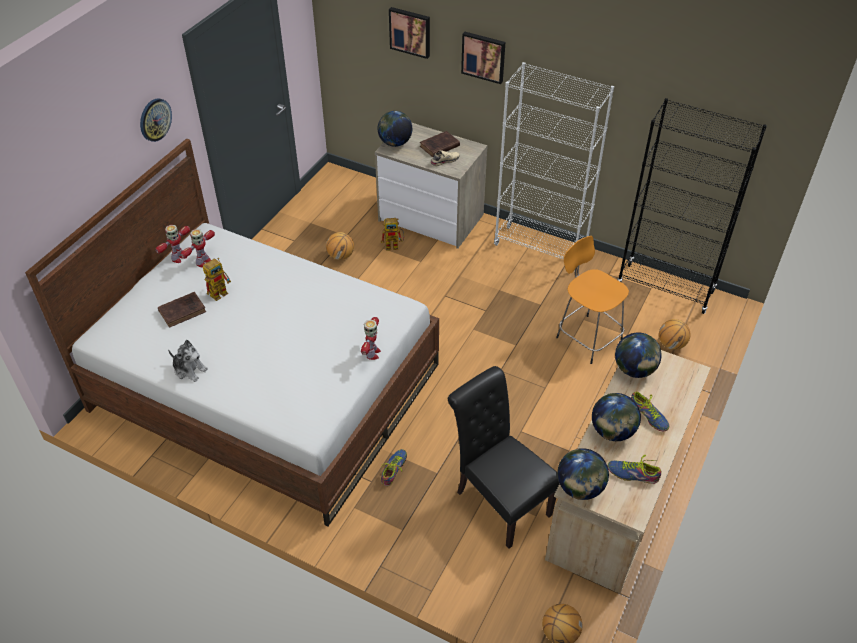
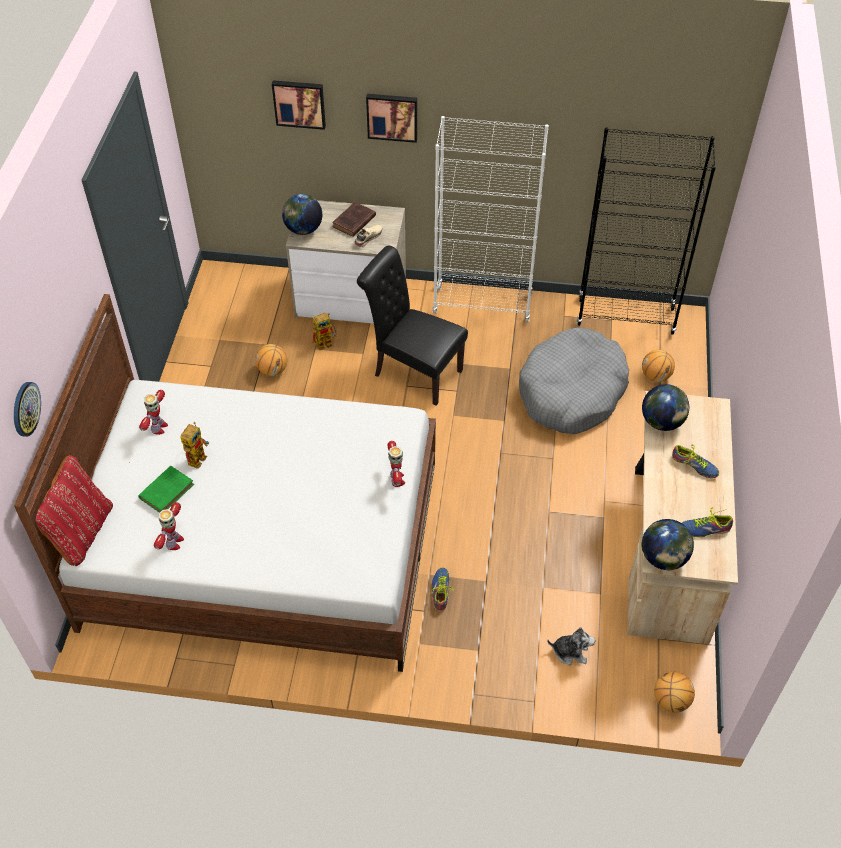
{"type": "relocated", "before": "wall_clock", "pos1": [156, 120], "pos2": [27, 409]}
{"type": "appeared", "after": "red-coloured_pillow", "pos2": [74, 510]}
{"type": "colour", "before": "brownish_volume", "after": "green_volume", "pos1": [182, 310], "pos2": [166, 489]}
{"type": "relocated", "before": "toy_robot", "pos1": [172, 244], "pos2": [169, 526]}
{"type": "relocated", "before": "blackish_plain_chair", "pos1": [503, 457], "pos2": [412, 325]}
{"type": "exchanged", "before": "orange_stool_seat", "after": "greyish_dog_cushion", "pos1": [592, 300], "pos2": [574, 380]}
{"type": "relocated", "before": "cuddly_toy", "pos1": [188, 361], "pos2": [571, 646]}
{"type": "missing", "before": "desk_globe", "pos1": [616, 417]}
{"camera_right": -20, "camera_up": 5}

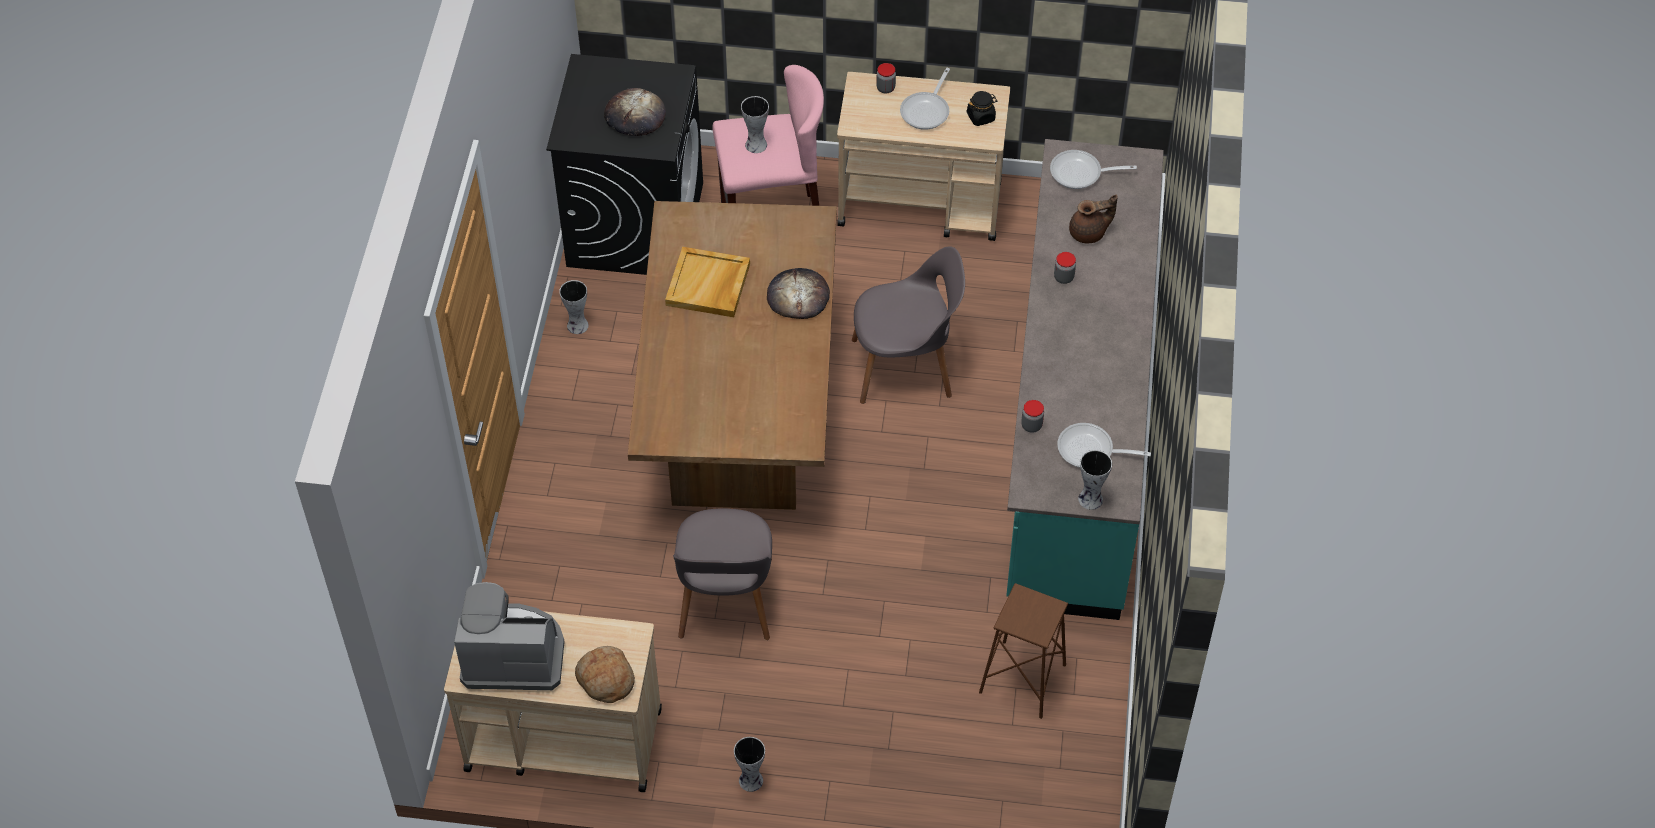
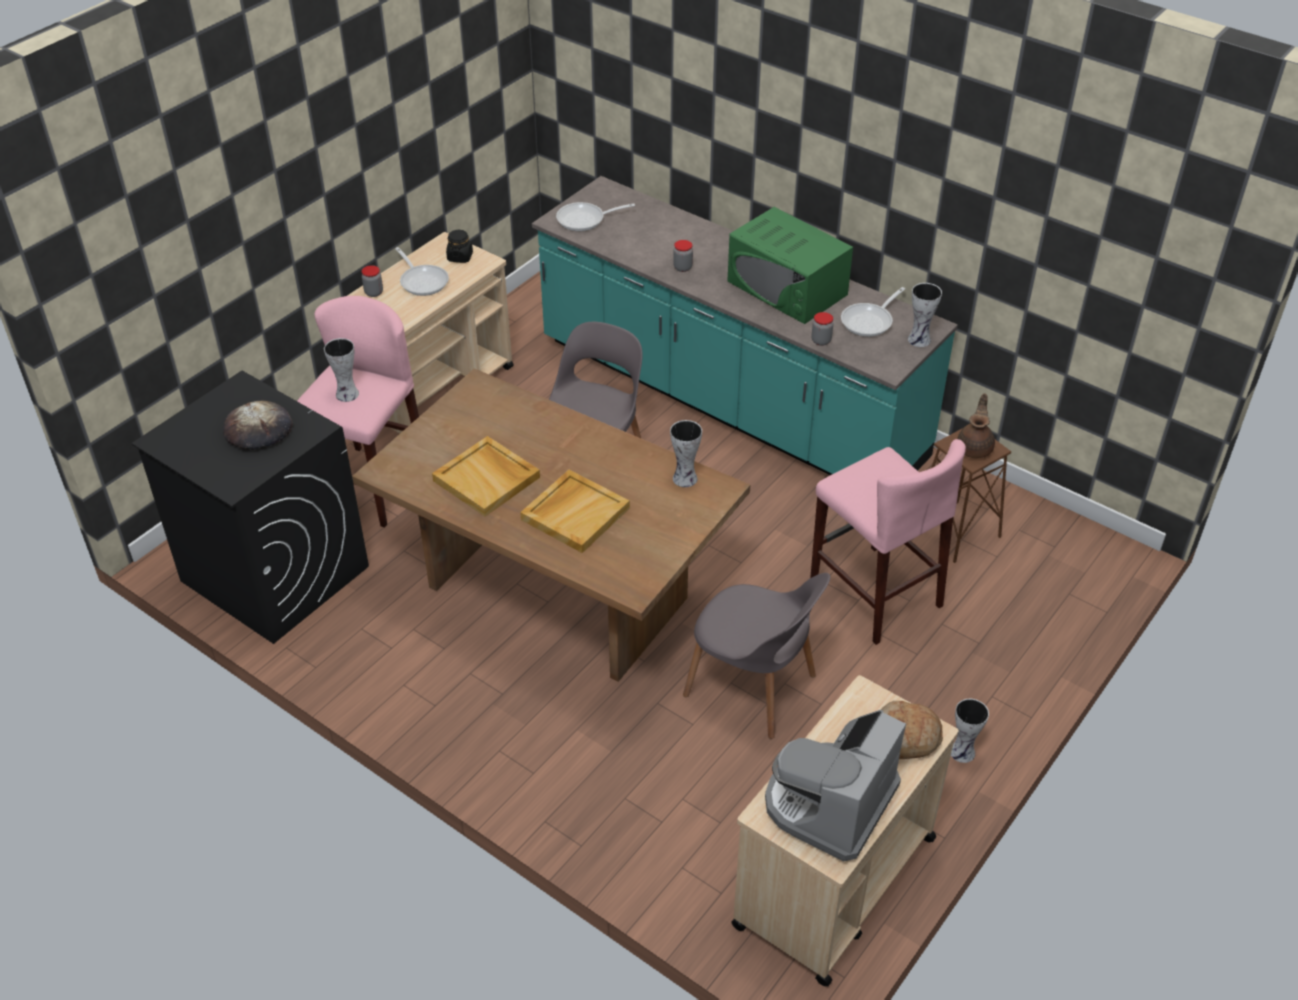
{"type": "appeared", "after": "beige_carrying_tray", "pos2": [575, 511]}
{"type": "spun", "before": "skillet", "pos1": [1093, 169], "pos2": [595, 216], "turn": 45}
{"type": "relocated", "before": "flower_vase", "pos1": [574, 307], "pos2": [686, 453]}
{"type": "appeared", "after": "green_kitchen_microwave", "pos2": [790, 265]}
{"type": "appeared", "after": "pink-coloured_stool_seat", "pos2": [888, 542]}
{"type": "relocated", "before": "brownish_pot_for_tea", "pos1": [1093, 219], "pos2": [976, 425]}
{"type": "missing", "before": "bakery_bread", "pos1": [798, 293]}
{"camera_right": -60, "camera_up": -10}

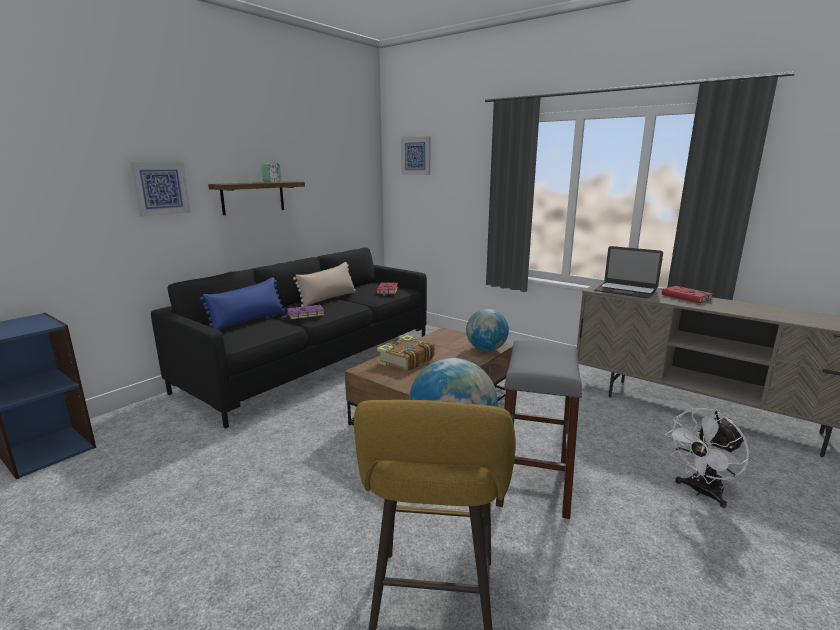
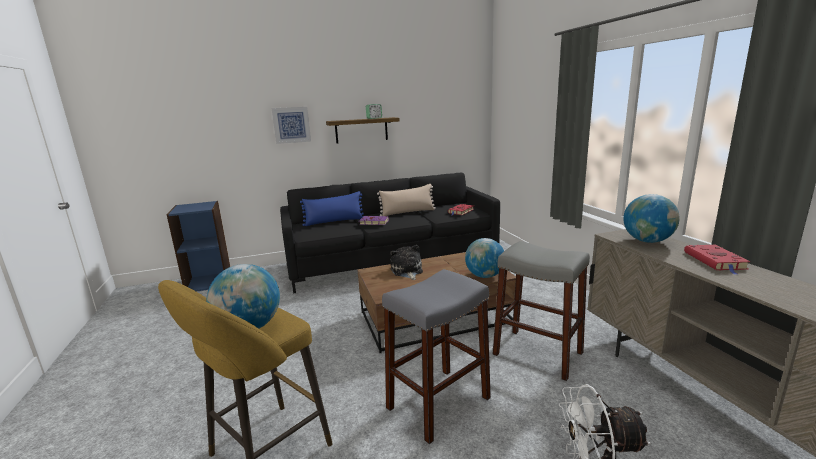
{"type": "exchanged", "before": "volume", "after": "cuddly_toy", "pos1": [406, 353], "pos2": [406, 262]}
{"type": "appeared", "after": "greyish_stool_seat", "pos2": [541, 311]}
{"type": "exchanged", "before": "notebook_computer", "after": "desk_globe", "pos1": [628, 272], "pos2": [651, 218]}
{"type": "missing", "before": "wall_art", "pos1": [416, 156]}
{"camera_right": 35, "camera_up": 0}

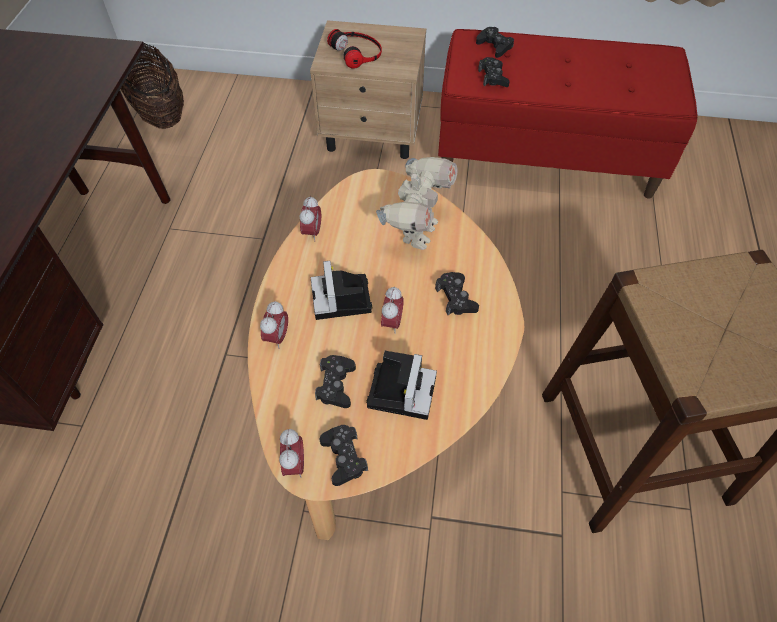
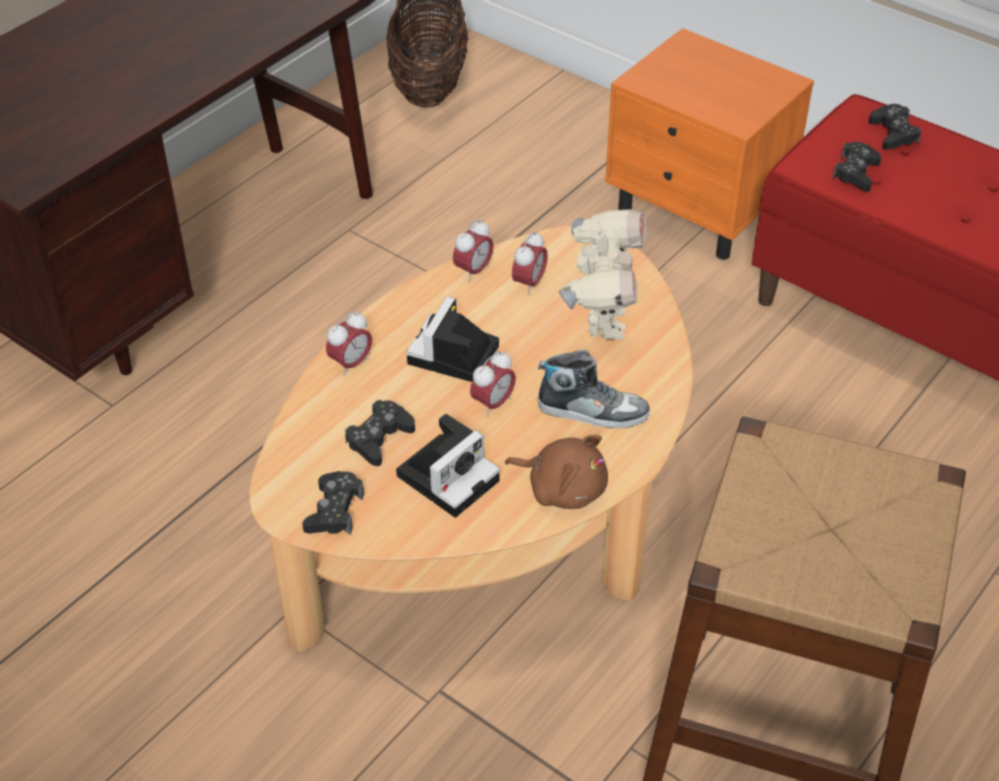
{"type": "appeared", "after": "brownish_cuddly_toy", "pos2": [556, 472]}
{"type": "relocated", "before": "bedside_clock", "pos1": [291, 453], "pos2": [530, 263]}
{"type": "exchanged", "before": "blackish_gamepad", "after": "item_of_footwear", "pos1": [457, 293], "pos2": [594, 389]}
{"type": "spun", "before": "toy_robot", "pos1": [417, 203], "pos2": [602, 274], "turn": -45}
{"type": "colour", "before": "beige_bedside_table", "after": "orange_bedside_table", "pos1": [368, 89], "pos2": [709, 144]}
{"type": "missing", "before": "headset", "pos1": [354, 49]}
{"camera_right": 30, "camera_up": -10}

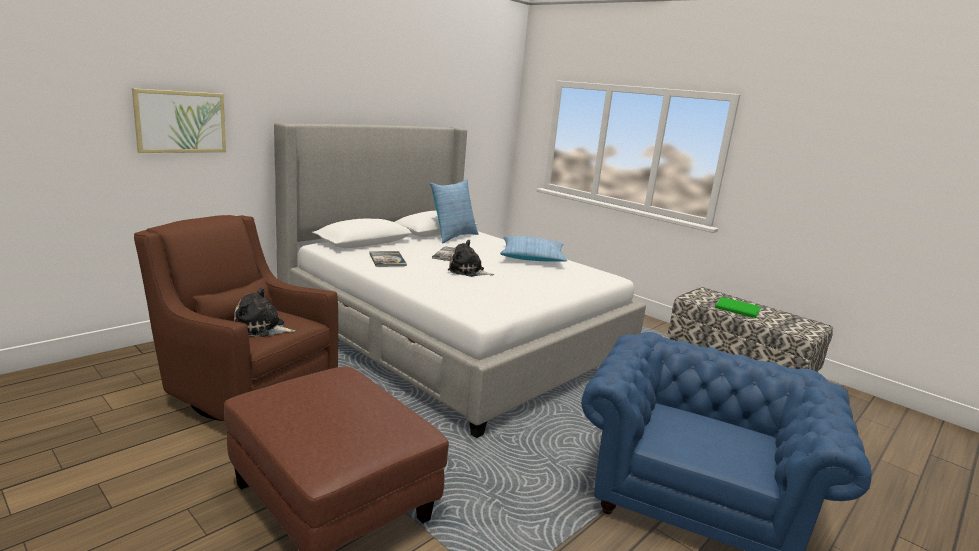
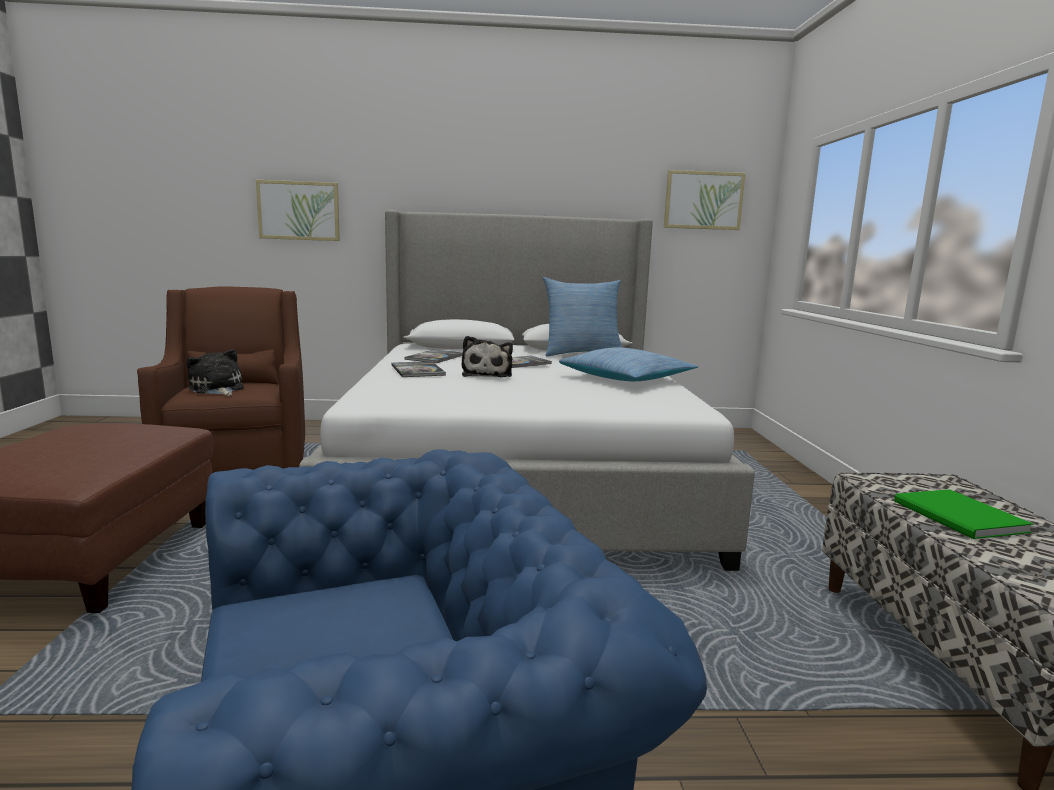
{"type": "appeared", "after": "volume", "pos2": [418, 369]}
{"type": "spun", "before": "cuddly_toy", "pos1": [471, 258], "pos2": [487, 356], "turn": -150}
{"type": "appeared", "after": "wall_art", "pos2": [704, 200]}
{"camera_right": 45, "camera_up": -5}

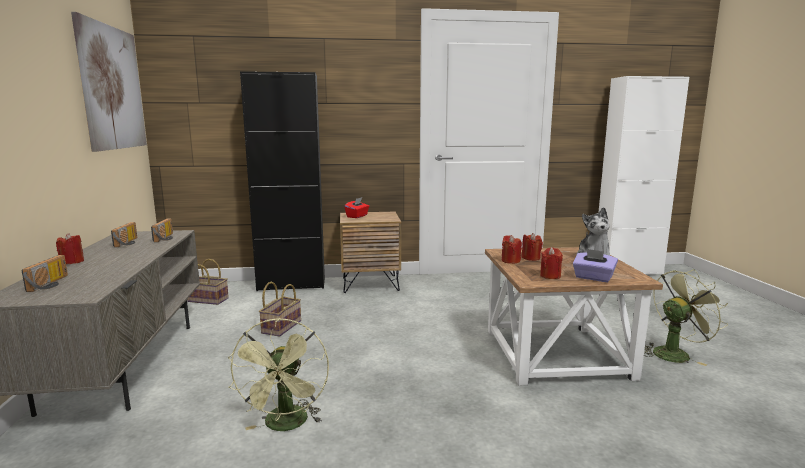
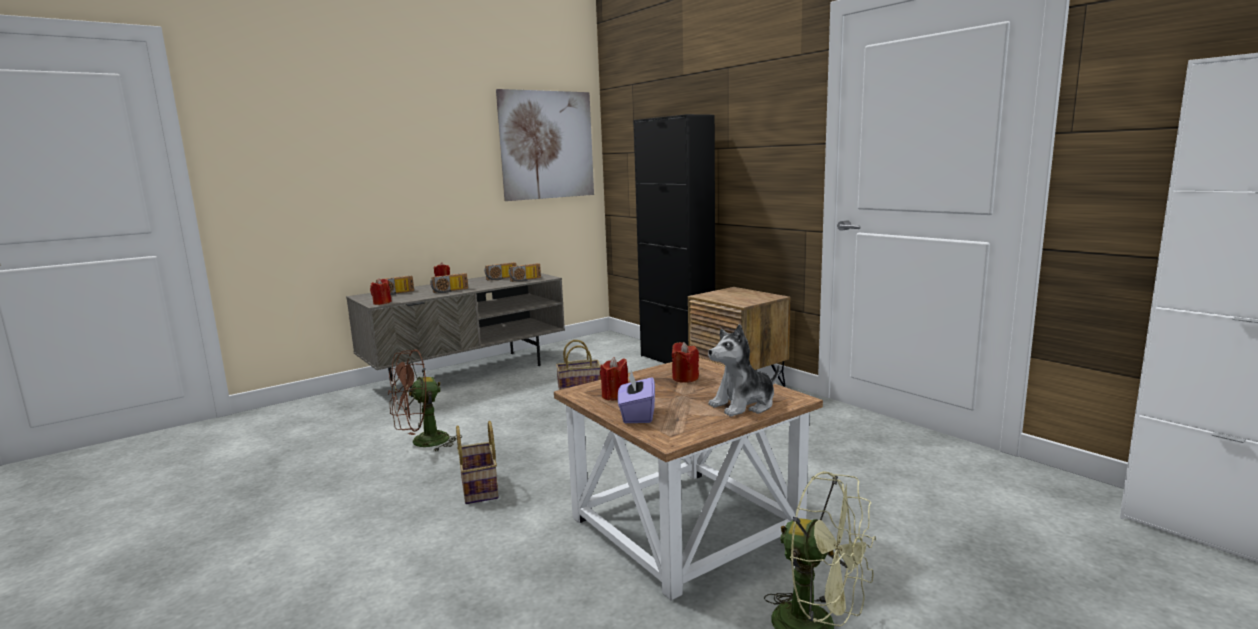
{"type": "relocated", "before": "red-coloured_wax_candle", "pos1": [512, 249], "pos2": [380, 291]}
{"type": "colour", "before": "green_electric_fan", "after": "brownish_electric_fan", "pos1": [278, 374], "pos2": [425, 400]}
{"type": "appeared", "after": "radio", "pos2": [449, 283]}
{"type": "relocated", "before": "storage_basket", "pos1": [208, 282], "pos2": [477, 462]}
{"type": "missing", "before": "red-coloured_tissue_box", "pos1": [356, 208]}
{"camera_right": 60, "camera_up": 0}

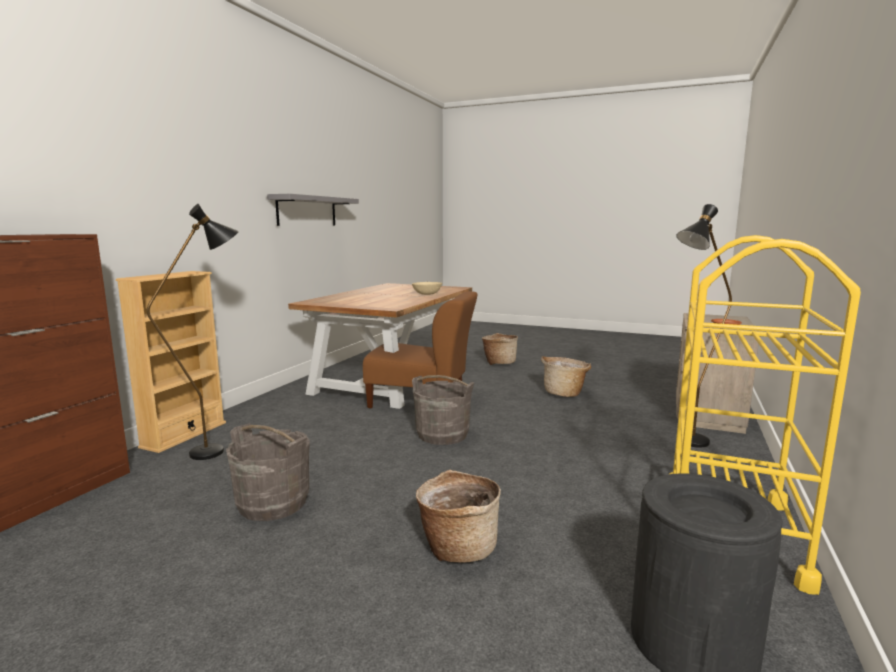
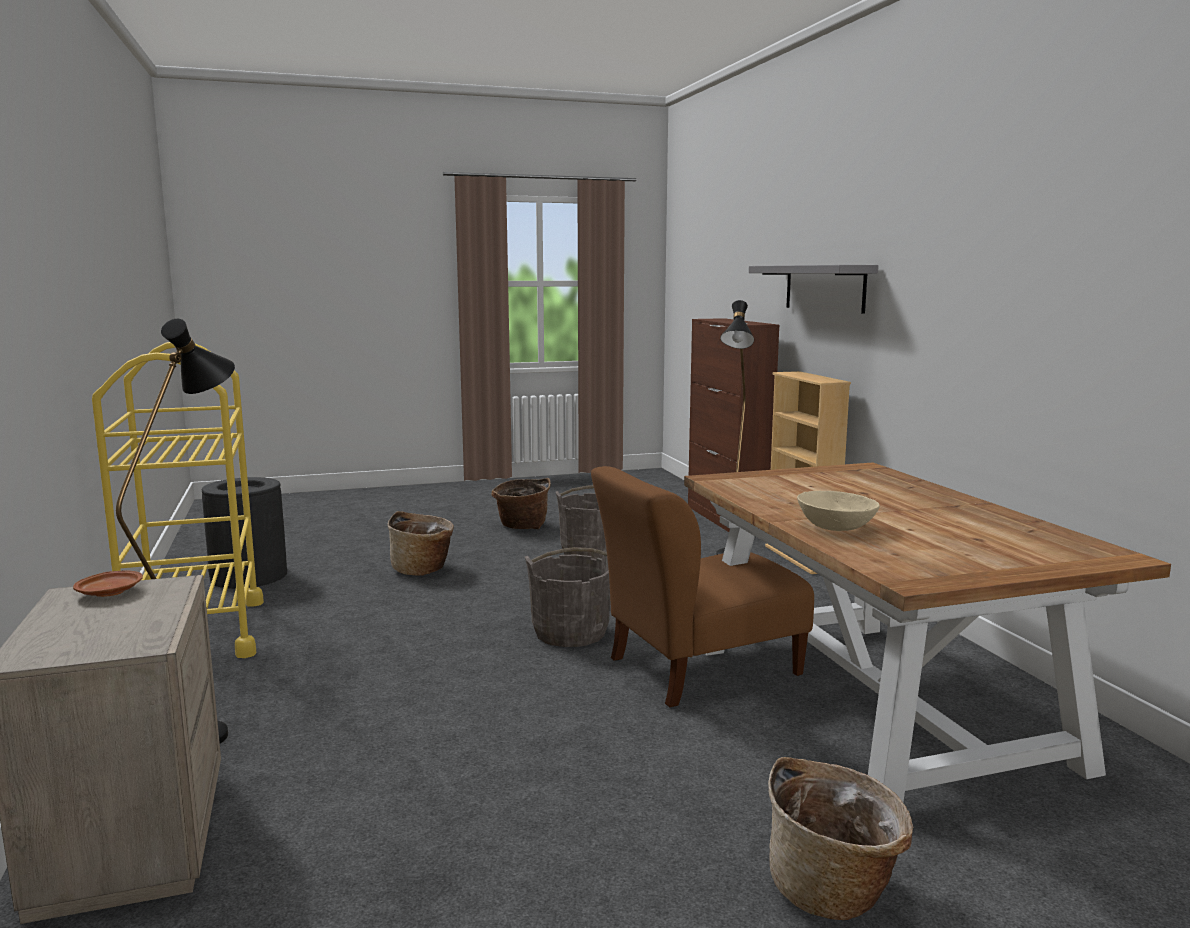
{"type": "relocated", "before": "storage_basket", "pos1": [566, 376], "pos2": [521, 503]}
{"type": "relocated", "before": "greyish_bracket_shelf", "pos1": [313, 210], "pos2": [813, 289]}
{"camera_right": 140, "camera_up": 0}

